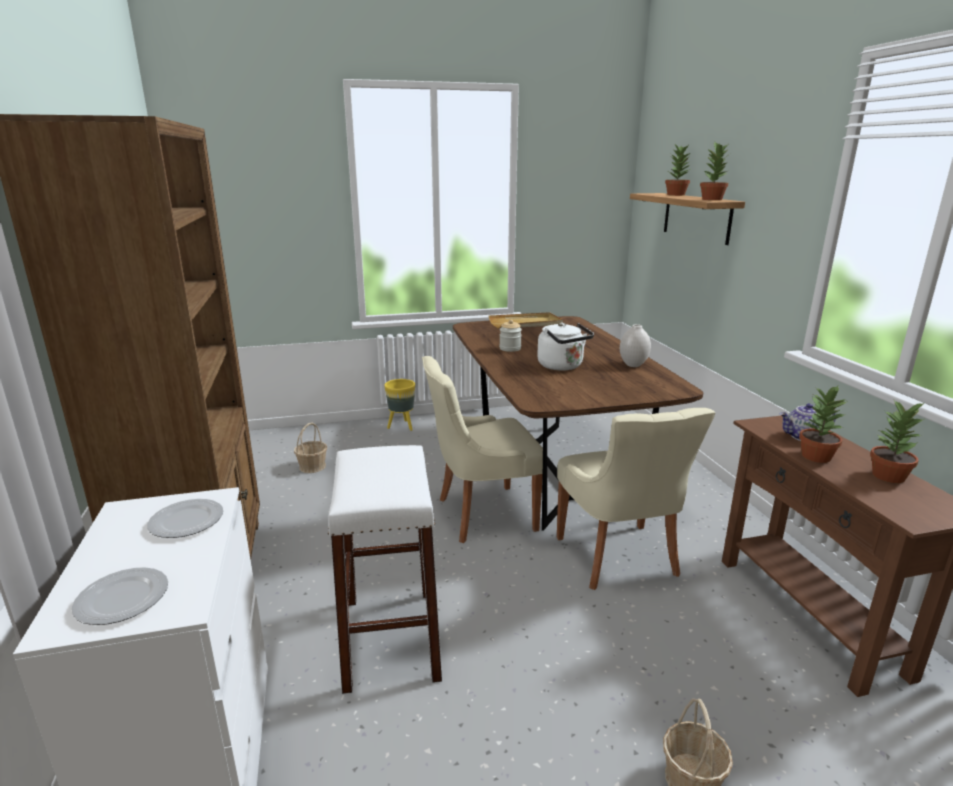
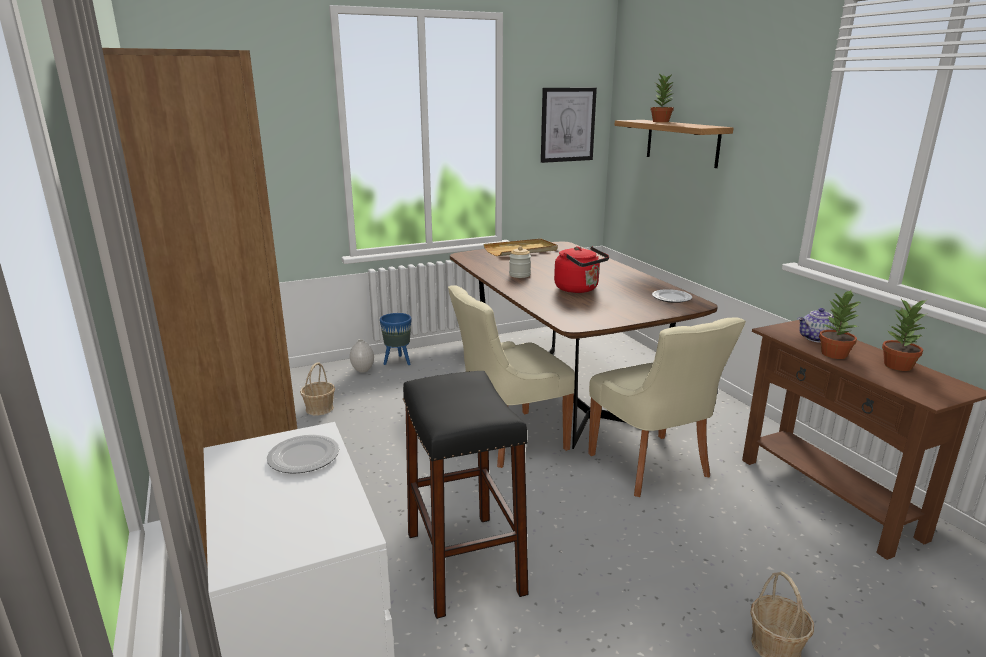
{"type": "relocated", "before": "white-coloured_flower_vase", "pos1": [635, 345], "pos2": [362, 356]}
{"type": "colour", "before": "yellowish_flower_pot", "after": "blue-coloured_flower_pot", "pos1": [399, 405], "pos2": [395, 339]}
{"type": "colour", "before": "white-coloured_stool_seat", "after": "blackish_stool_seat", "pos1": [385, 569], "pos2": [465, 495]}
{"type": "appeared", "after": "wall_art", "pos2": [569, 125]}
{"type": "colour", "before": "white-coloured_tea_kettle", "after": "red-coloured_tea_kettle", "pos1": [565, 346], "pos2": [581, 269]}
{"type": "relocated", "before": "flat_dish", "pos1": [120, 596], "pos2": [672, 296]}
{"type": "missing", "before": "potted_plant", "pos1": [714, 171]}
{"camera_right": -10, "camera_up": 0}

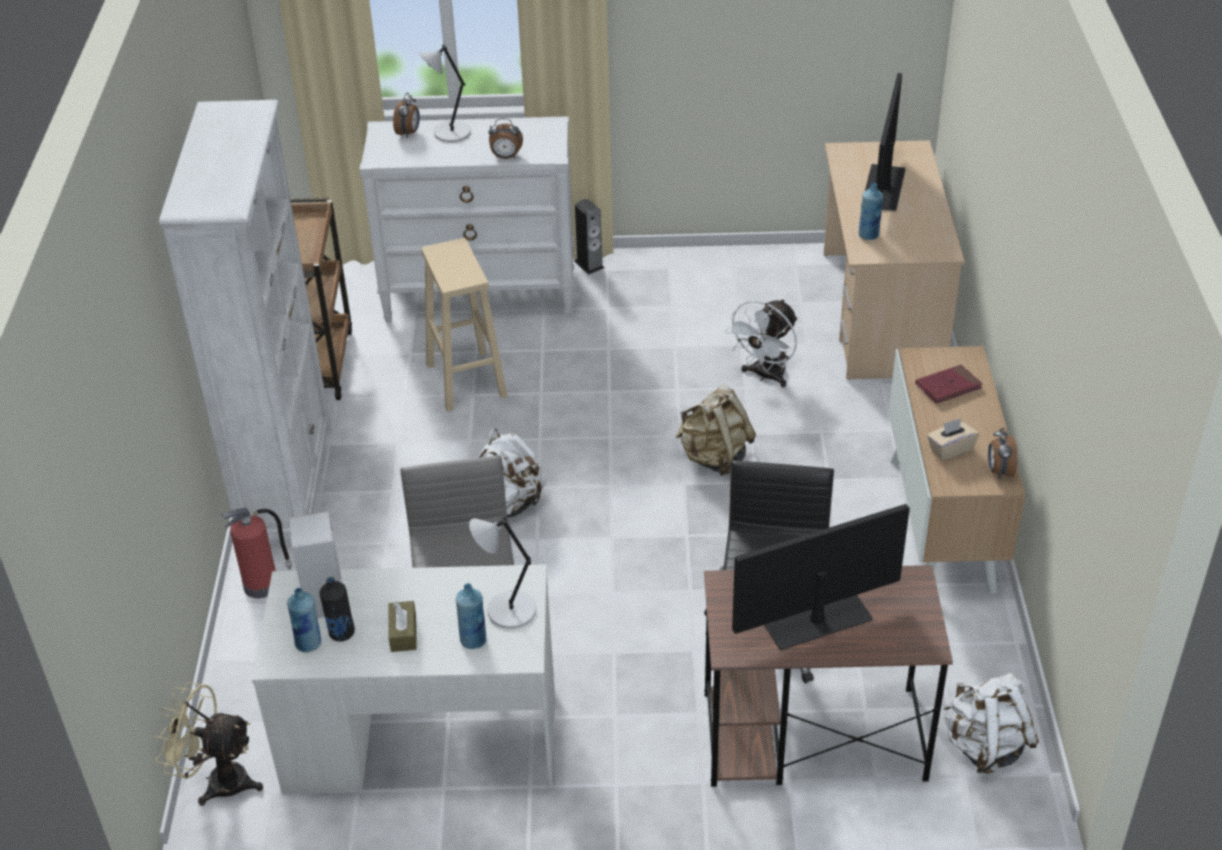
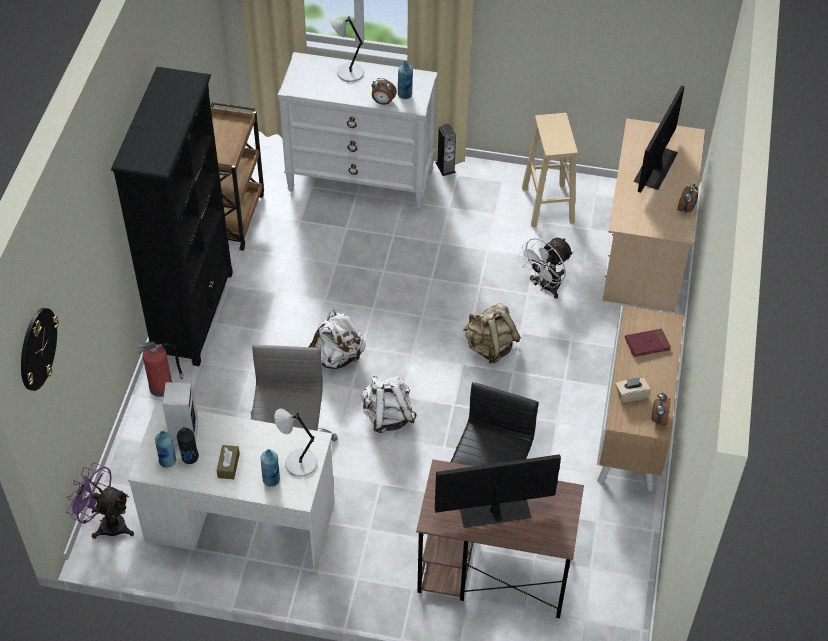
{"type": "appeared", "after": "wall_clock", "pos2": [40, 349]}
{"type": "colour", "before": "beige_electric_fan", "after": "purple-coloured_electric_fan", "pos1": [209, 744], "pos2": [100, 500]}
{"type": "colour", "before": "white-coloured_bookshelf", "after": "blackish_bookshelf", "pos1": [245, 320], "pos2": [172, 216]}
{"type": "relocated", "before": "white-coloured_knapsack", "pos1": [991, 723], "pos2": [389, 404]}
{"type": "relocated", "before": "blue-coloured_beverage_bottle", "pos1": [871, 211], "pos2": [405, 80]}
{"type": "relocated", "before": "beige_stool_seat", "pos1": [464, 325], "pos2": [550, 170]}
{"type": "relocated", "before": "bedside_clock", "pos1": [406, 115], "pos2": [687, 199]}
{"camera_right": 10, "camera_up": 10}

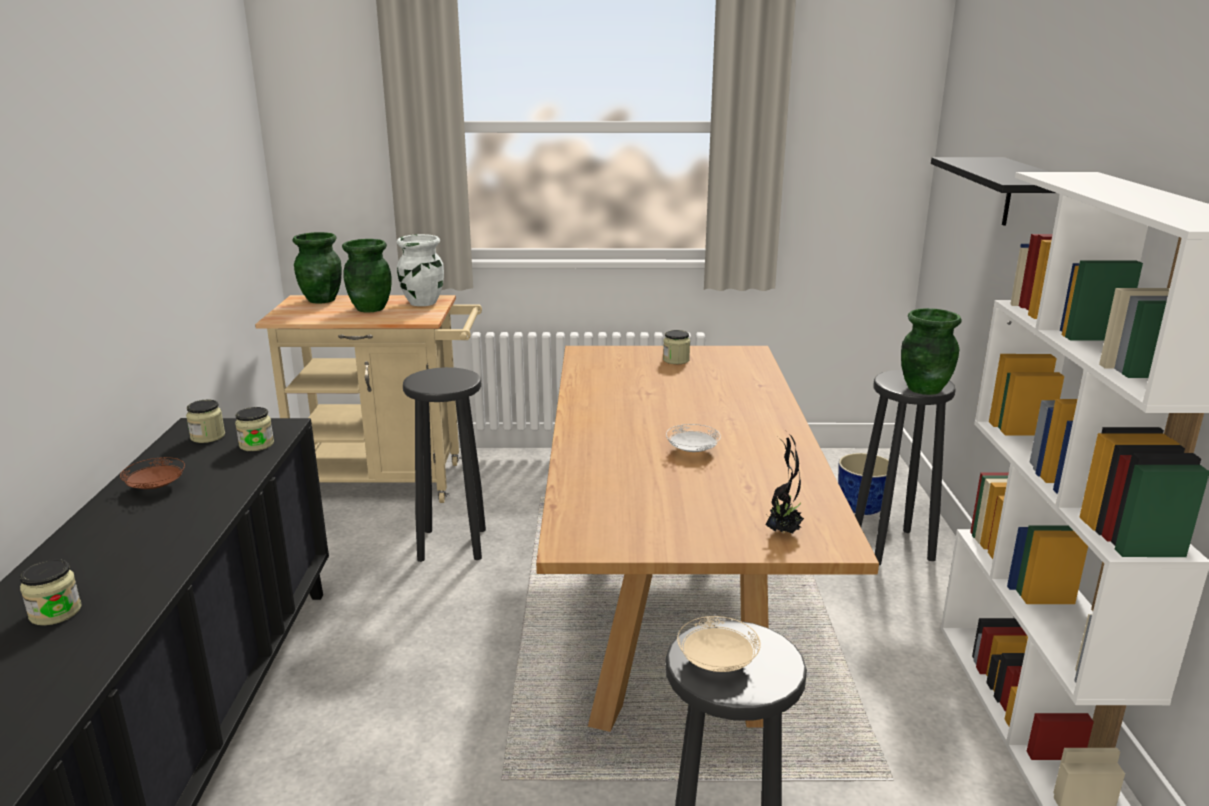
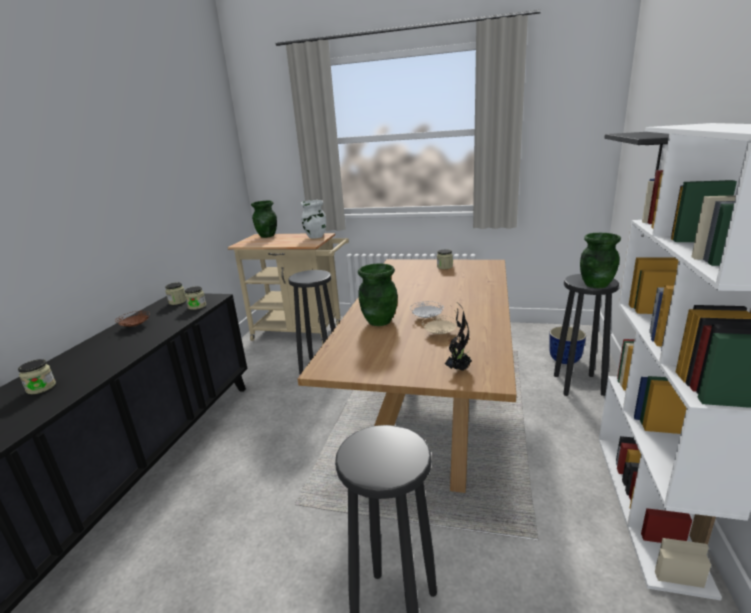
{"type": "relocated", "before": "green_flower_vase", "pos1": [367, 275], "pos2": [378, 295]}
{"type": "relocated", "before": "beige_flat_dish", "pos1": [719, 644], "pos2": [440, 324]}
{"camera_right": 15, "camera_up": 0}

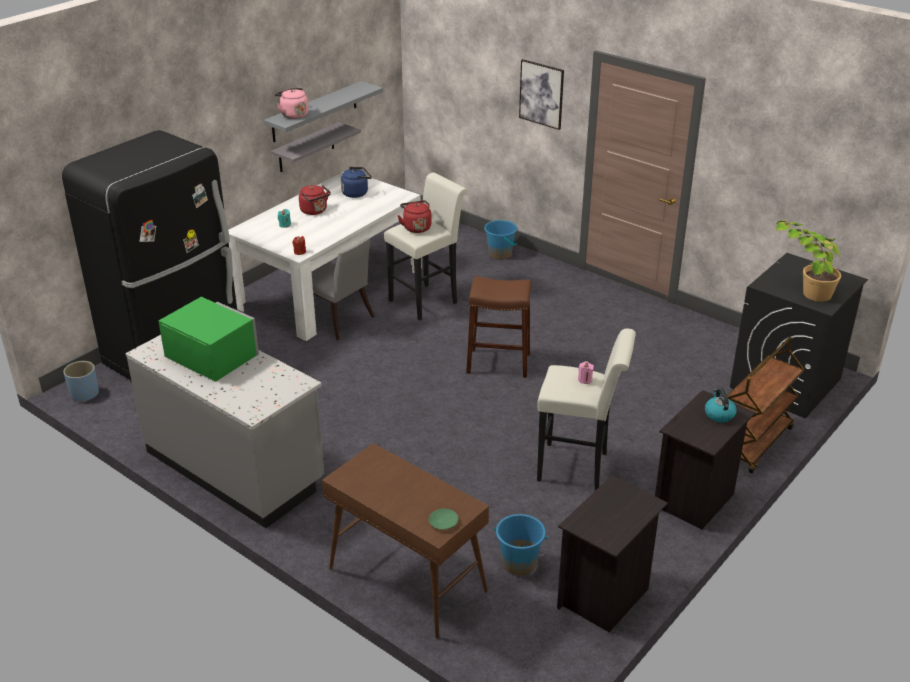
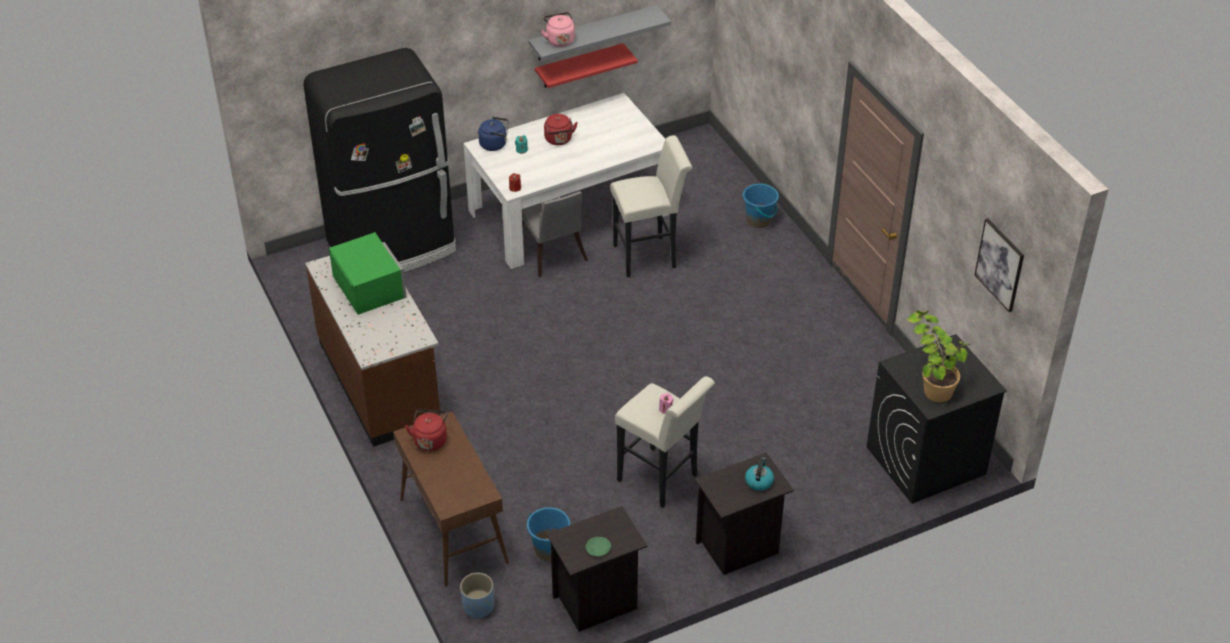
{"type": "colour", "before": "greyish_kitchen_counter", "after": "brownish_kitchen_counter", "pos1": [224, 431], "pos2": [372, 351]}
{"type": "relocated", "before": "red-coloured_tea_kettle", "pos1": [415, 216], "pos2": [426, 430]}
{"type": "relocated", "before": "blue-coloured_flower_pot", "pos1": [81, 381], "pos2": [477, 596]}
{"type": "relocated", "before": "blue-coloured_tea_kettle", "pos1": [356, 182], "pos2": [493, 134]}
{"type": "colour", "before": "greyish_bracket_shelf", "after": "red-coloured_bracket_shelf", "pos1": [316, 147], "pos2": [586, 65]}
{"type": "relocated", "before": "green_flat_dish", "pos1": [443, 519], "pos2": [598, 546]}
{"type": "relocated", "before": "wall_art", "pos1": [541, 94], "pos2": [999, 265]}
{"type": "missing", "before": "brownish_stool_seat", "pos1": [498, 327]}
{"type": "missing", "before": "brownish_wheeled_cart", "pos1": [765, 405]}
{"camera_right": 25, "camera_up": 10}

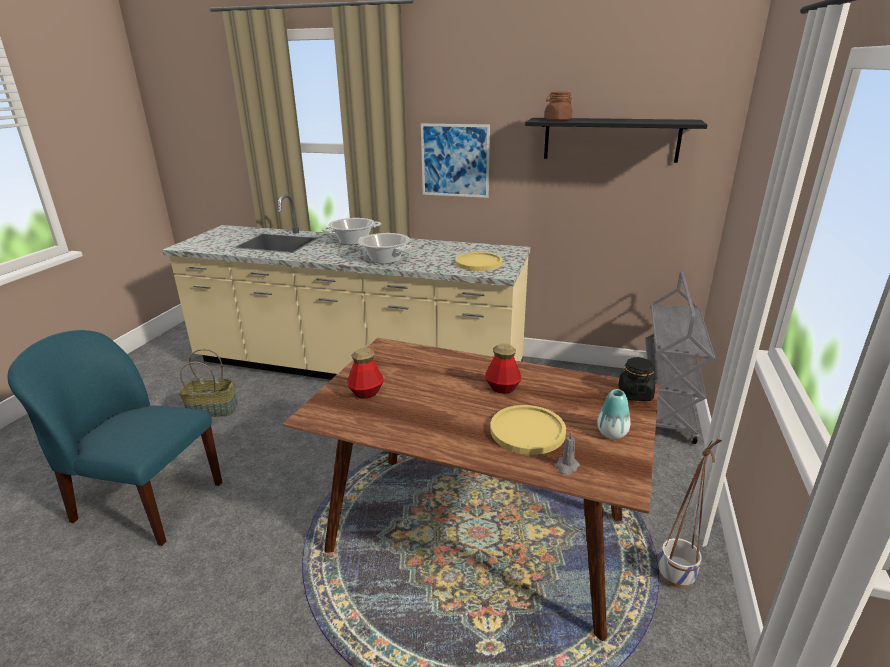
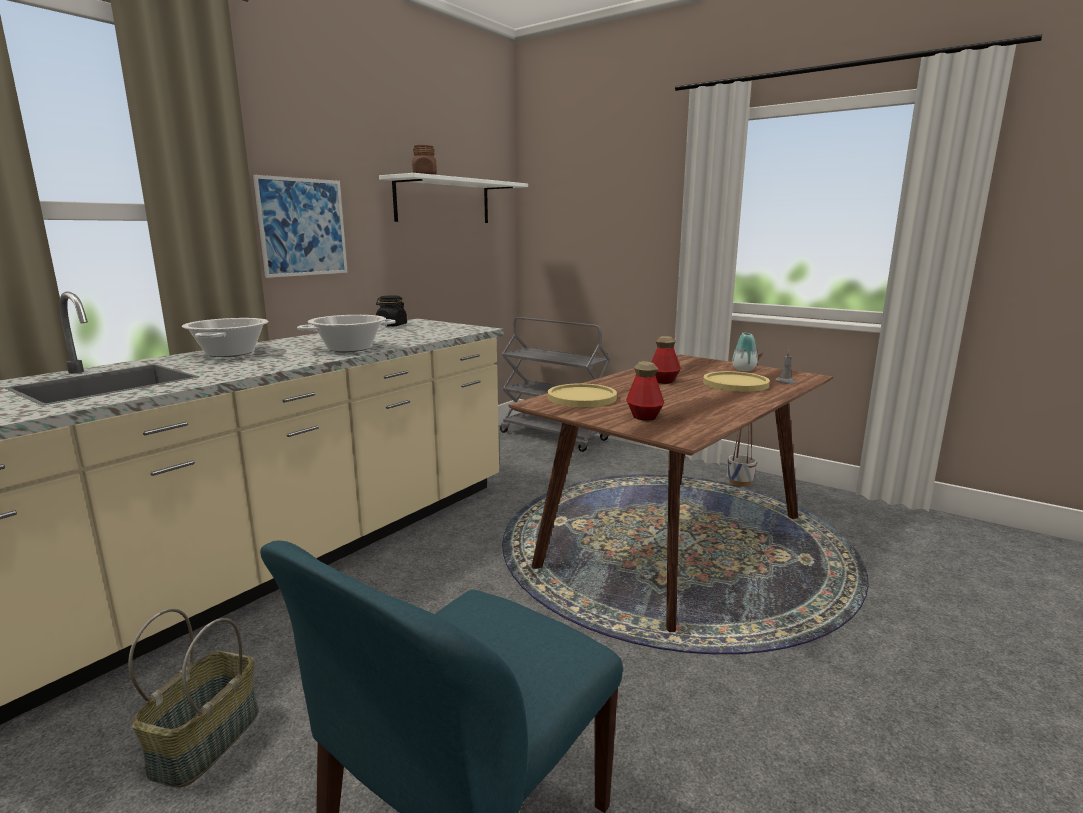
{"type": "relocated", "before": "blackish_storage_jar", "pos1": [637, 379], "pos2": [391, 311]}
{"type": "colour", "before": "blackish_bracket_shelf", "after": "white-coloured_bracket_shelf", "pos1": [616, 140], "pos2": [453, 198]}
{"type": "relocated", "before": "yellowish_flat_dish", "pos1": [479, 261], "pos2": [582, 395]}
{"camera_right": -70, "camera_up": -10}

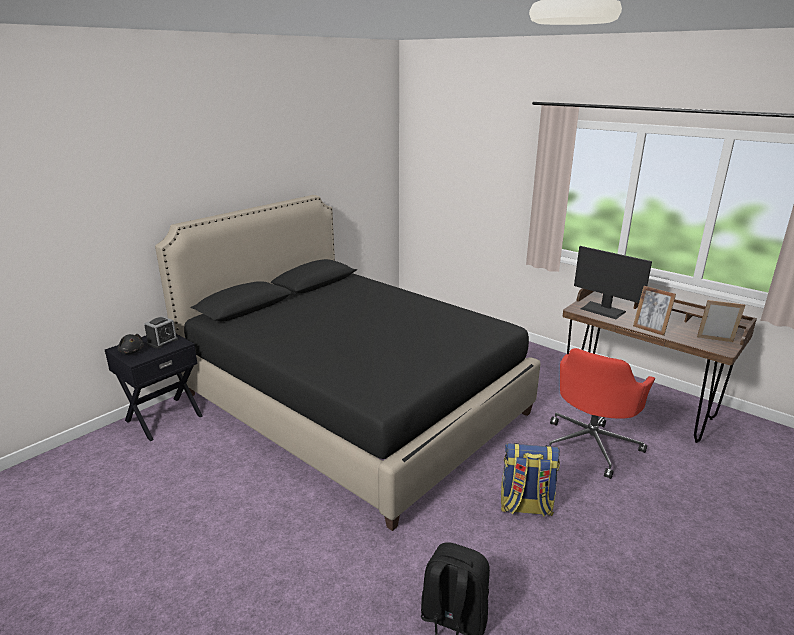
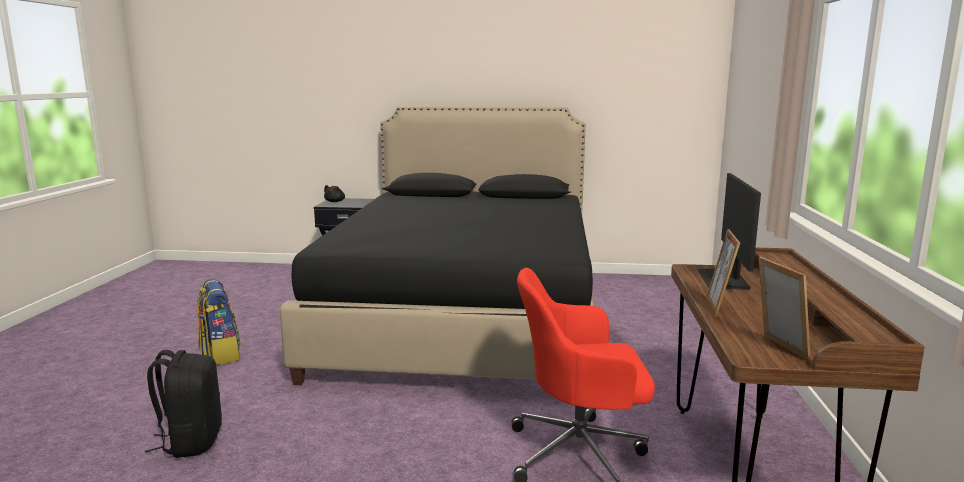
{"type": "relocated", "before": "knapsack", "pos1": [530, 480], "pos2": [219, 322]}
{"type": "missing", "before": "bedside_clock", "pos1": [161, 332]}
{"camera_right": 55, "camera_up": -10}

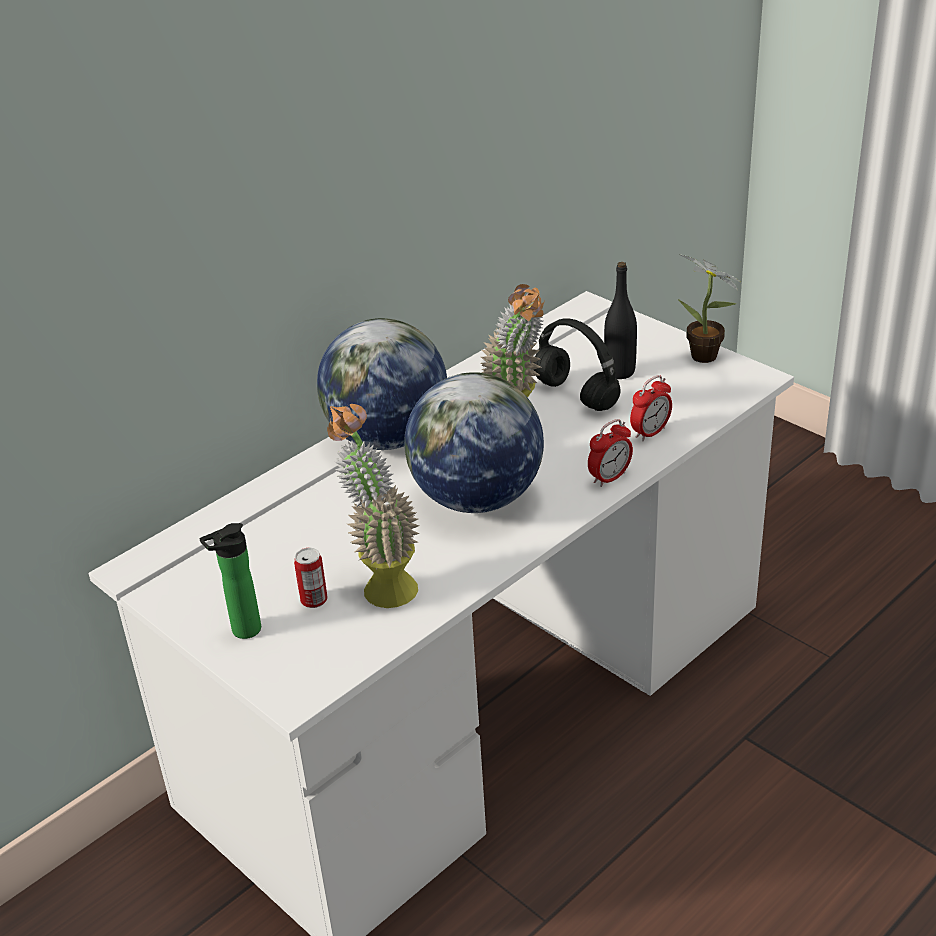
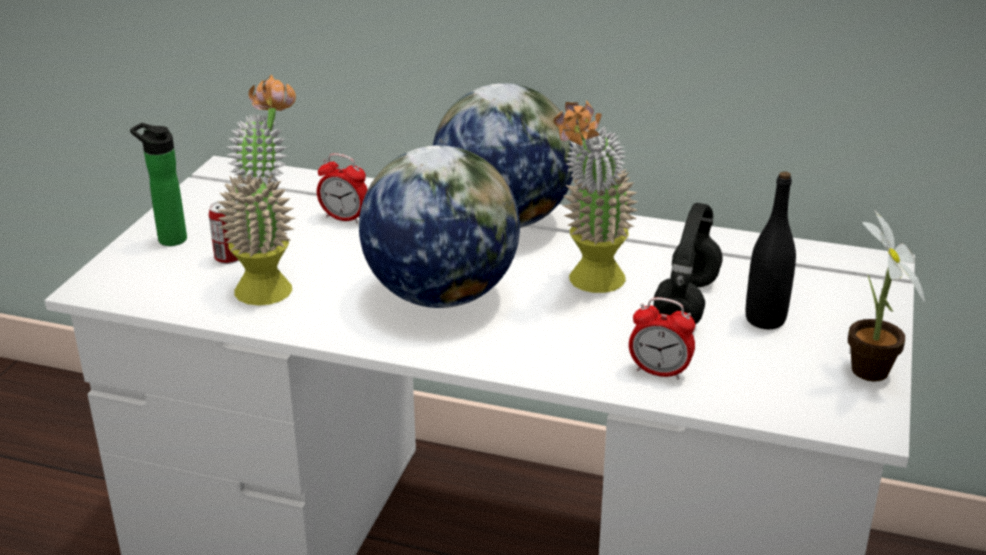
{"type": "relocated", "before": "bedside_clock", "pos1": [610, 453], "pos2": [342, 188]}
{"camera_right": 60, "camera_up": -5}

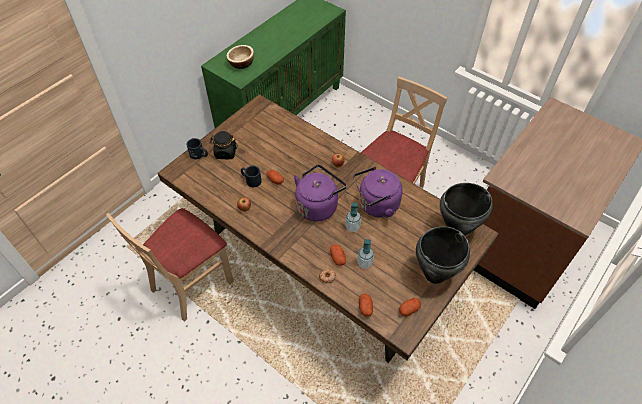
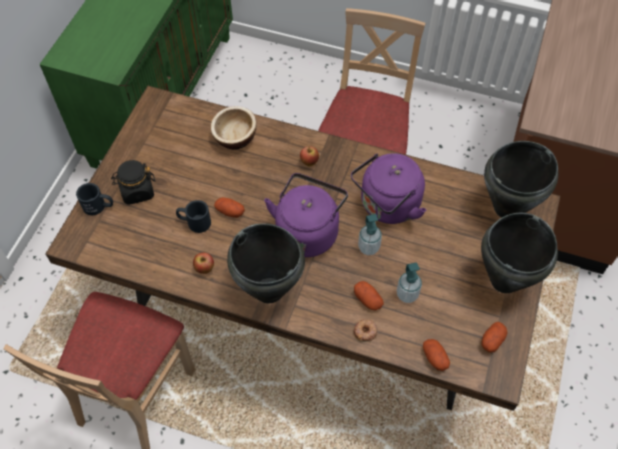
{"type": "relocated", "before": "bowl", "pos1": [240, 57], "pos2": [234, 127]}
{"type": "appeared", "after": "blackish_saucepot", "pos2": [266, 263]}
{"camera_right": -20, "camera_up": 5}

